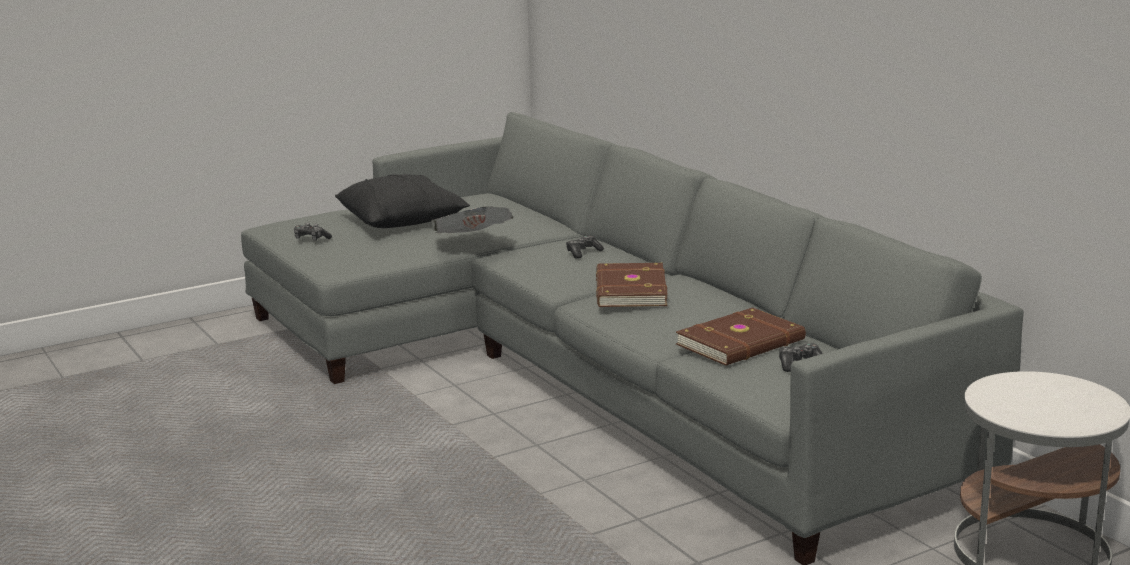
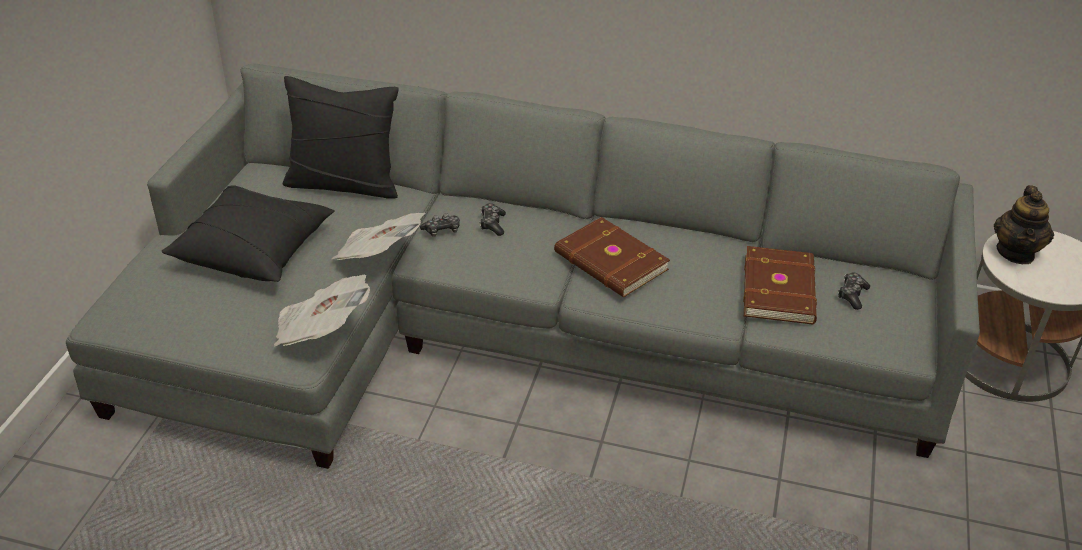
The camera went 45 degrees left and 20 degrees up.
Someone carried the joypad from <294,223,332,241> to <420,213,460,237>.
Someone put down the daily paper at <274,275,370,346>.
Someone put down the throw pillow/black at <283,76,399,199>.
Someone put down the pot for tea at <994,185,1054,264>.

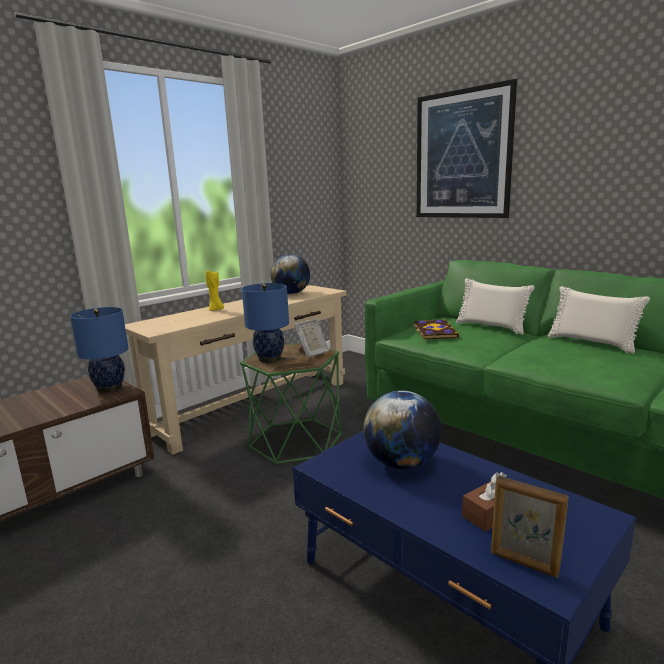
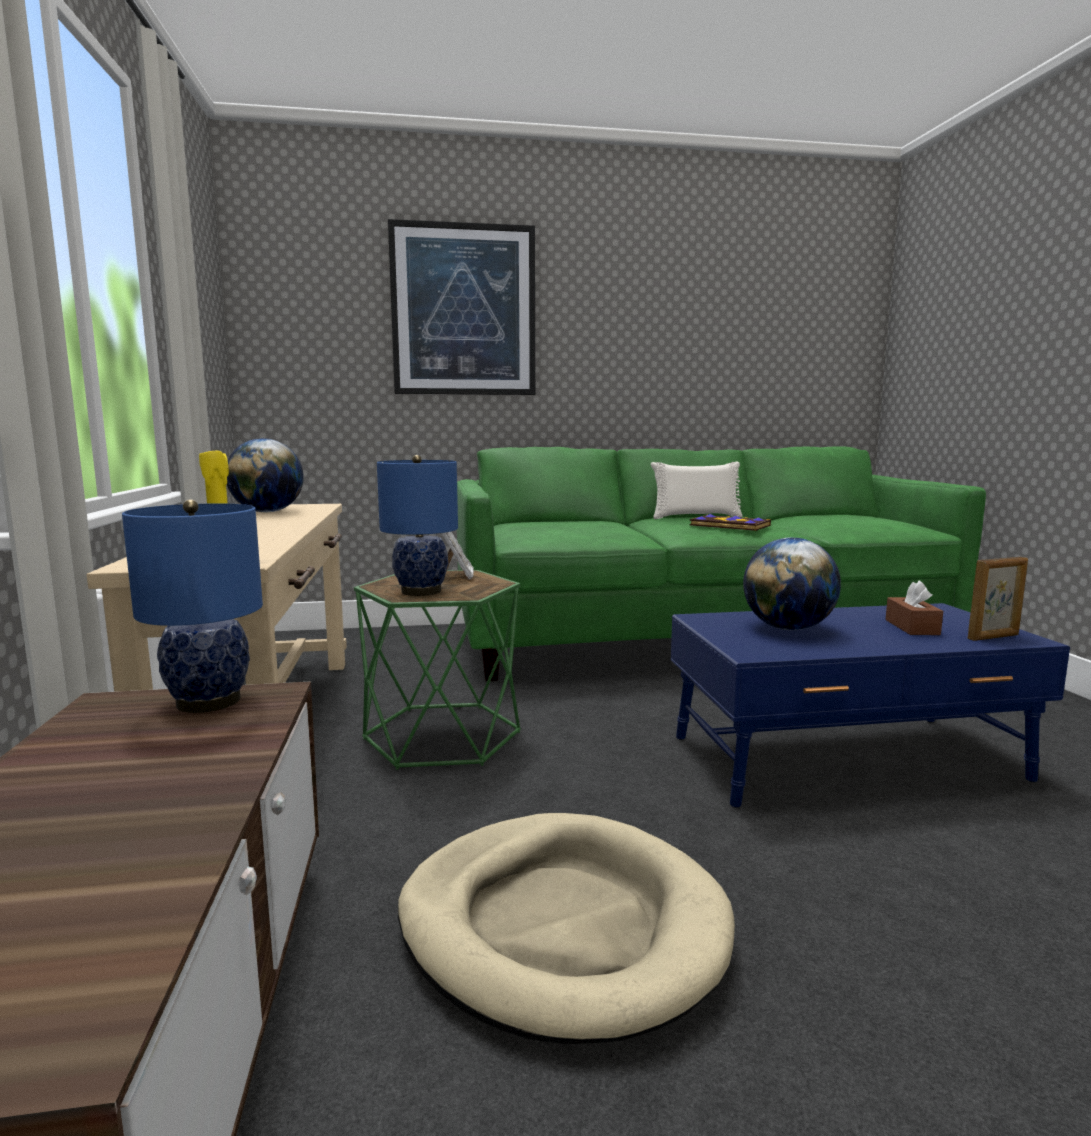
The camera went 55 degrees left and 5 degrees down.
Someone carried the volume from <412,319,459,339> to <690,514,771,531>.
Someone took away the throw pillow/white-coloured at <456,278,535,335>.
Someone put down the dog cushion/beige at <398,813,735,1044>.

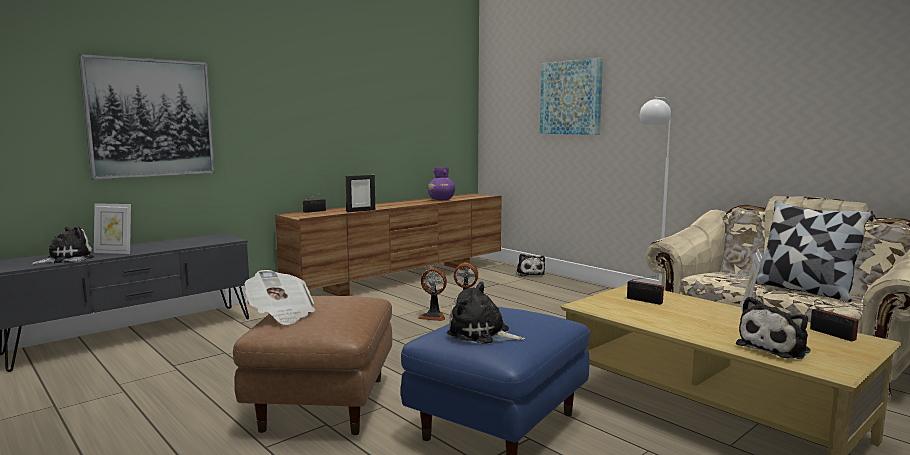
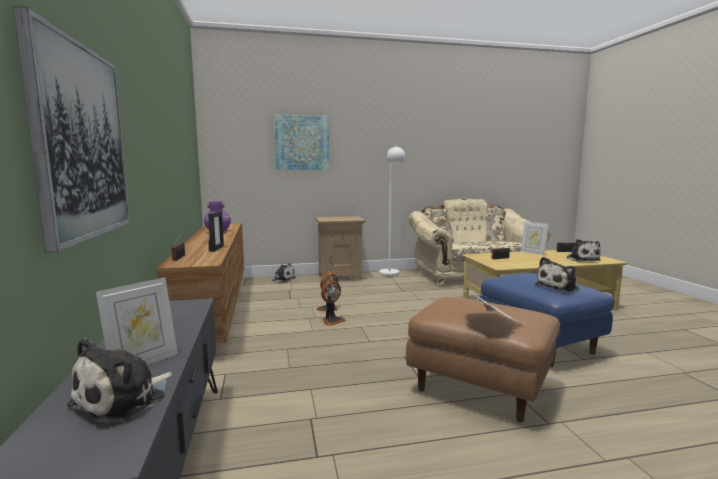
The camera went 60 degrees left and 0 degrees up.
Someone rotated the soft toy at <31,226,94,265> by 135 degrees counterclockwise.
Someone took away the throw pillow at <755,201,873,303>.
Someone put down the night table/beige at <315,216,366,281>.

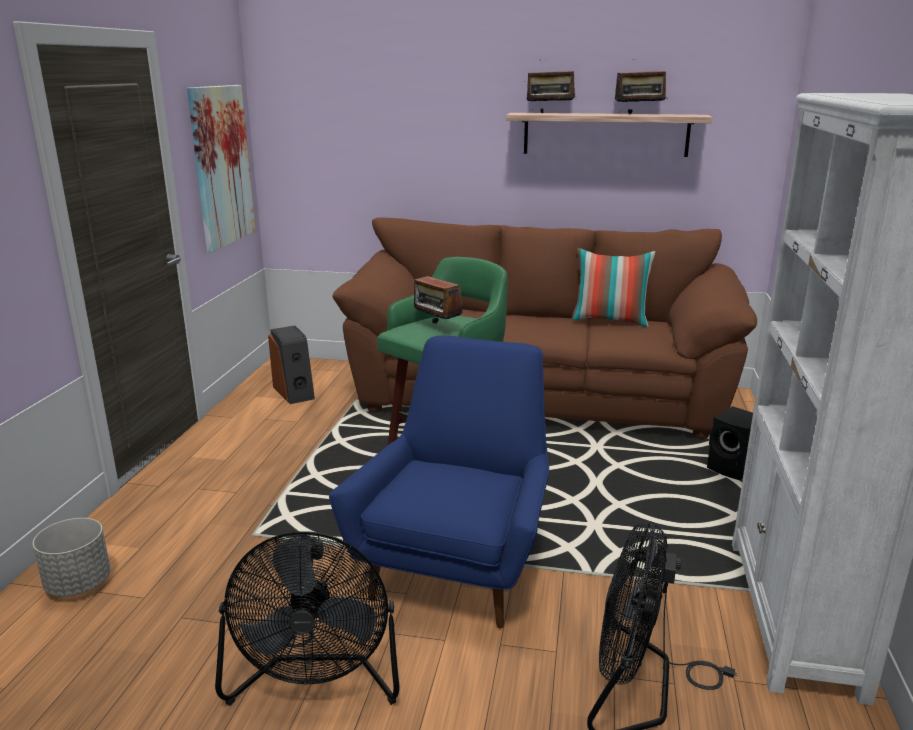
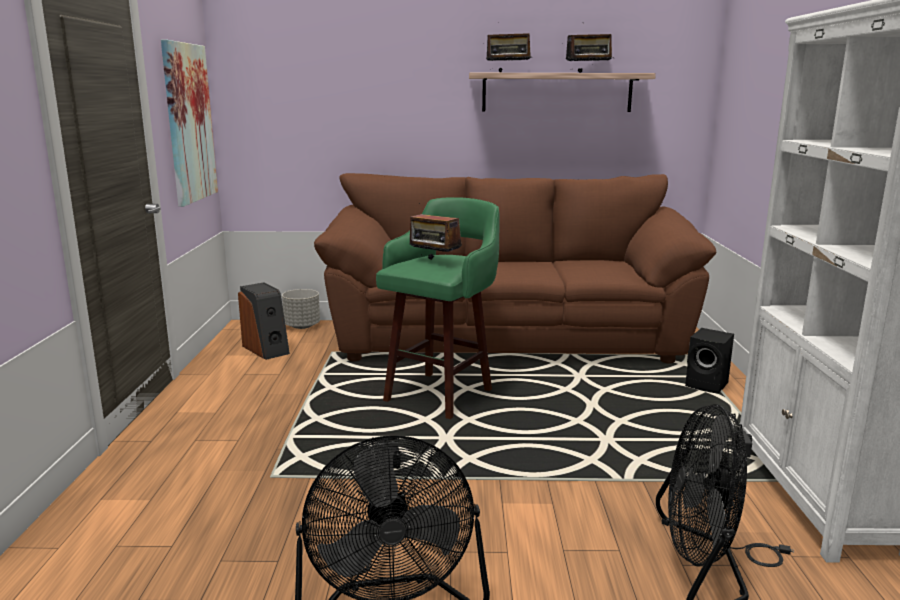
The camera went 10 degrees left and 5 degrees down.
Someone carried the plant pot/grey from <33,518,111,597> to <282,289,320,329>.
Someone took away the armchair/bluish at <329,336,549,628>.
Someone took away the throw pillow at <572,248,655,327>.

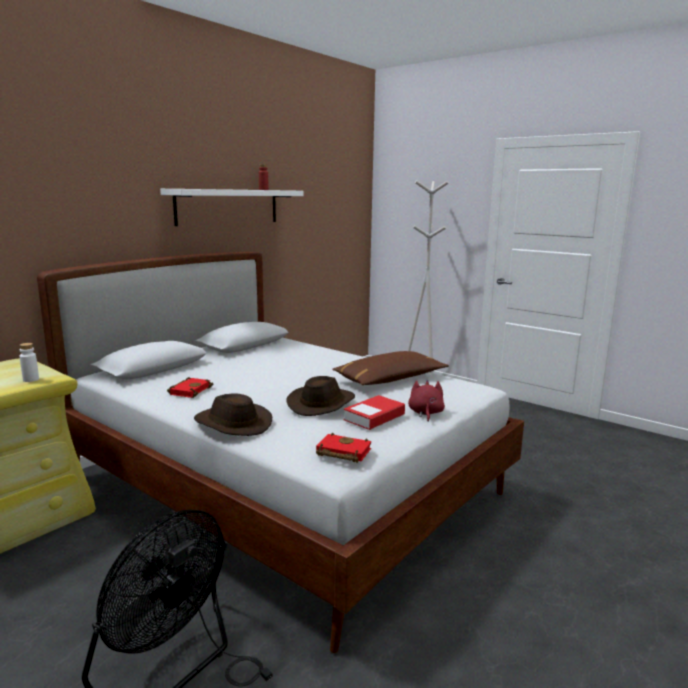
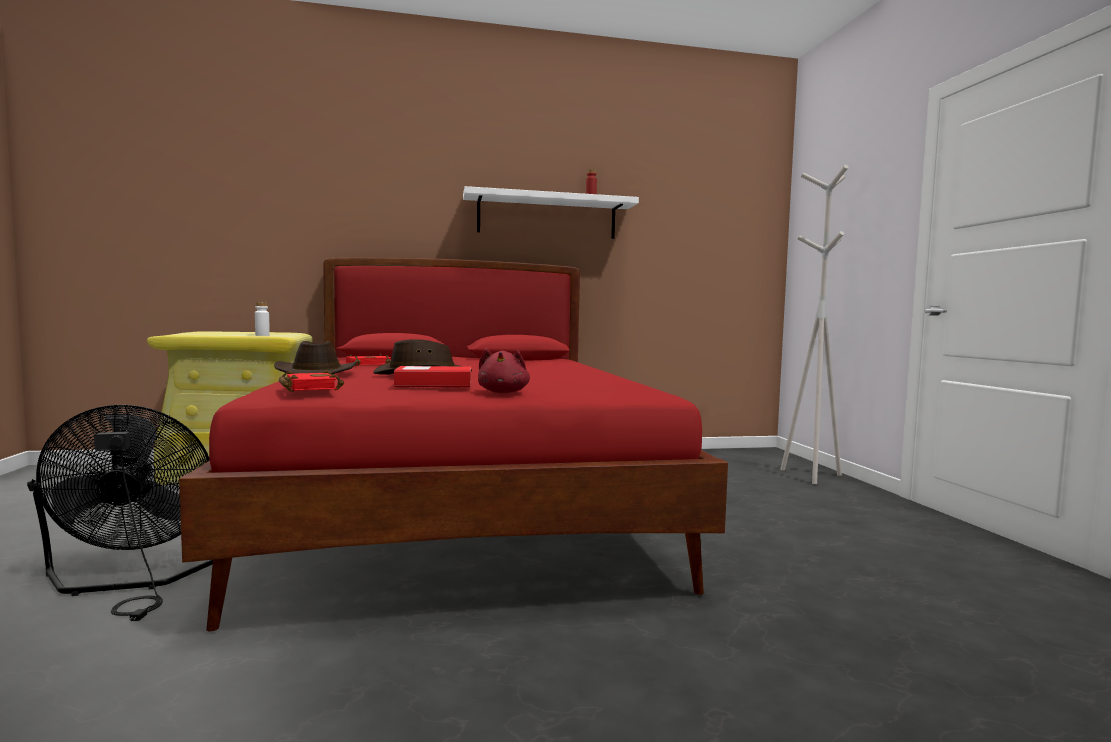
The camera went 40 degrees right and 10 degrees down.
Someone repainted the bedroom bed/white-coloured at <37,252,524,653>, which became the bedroom bed/red at <179,258,728,632>.
Someone took away the throw pillow/brown-coloured at <332,351,449,385>.
Someone rotated the soft toy/red at <408,380,445,422> by 135 degrees clockwise.

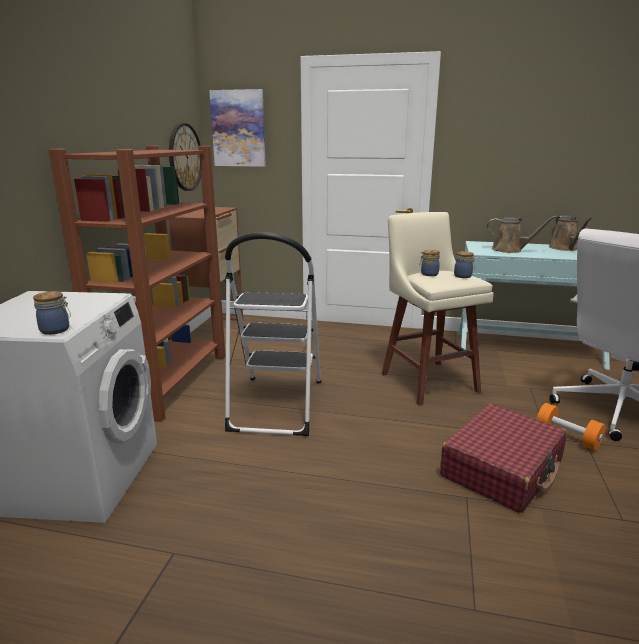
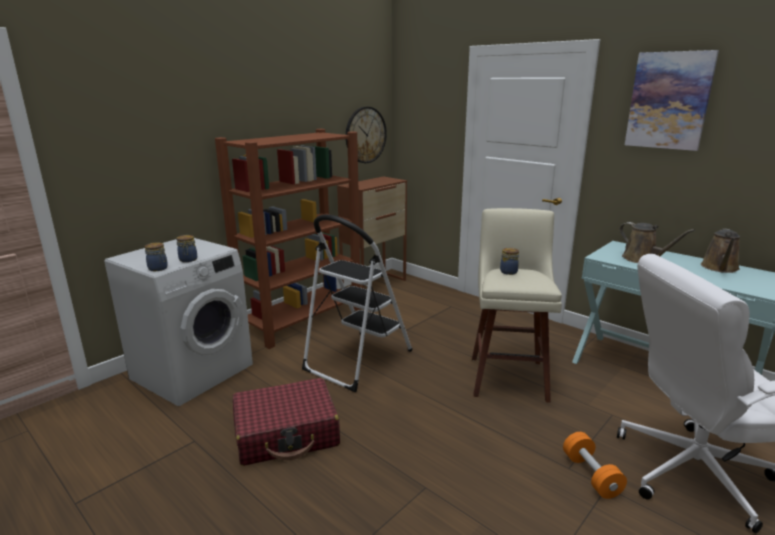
The camera went 30 degrees right and 0 degrees up.
Someone carried the wall picture from <209,89,266,167> to <625,50,719,151>.
Someone carried the travel case/red from <440,404,567,513> to <233,378,340,466>.
Someone carried the preserve jar from <454,251,475,278> to <176,235,197,262>.

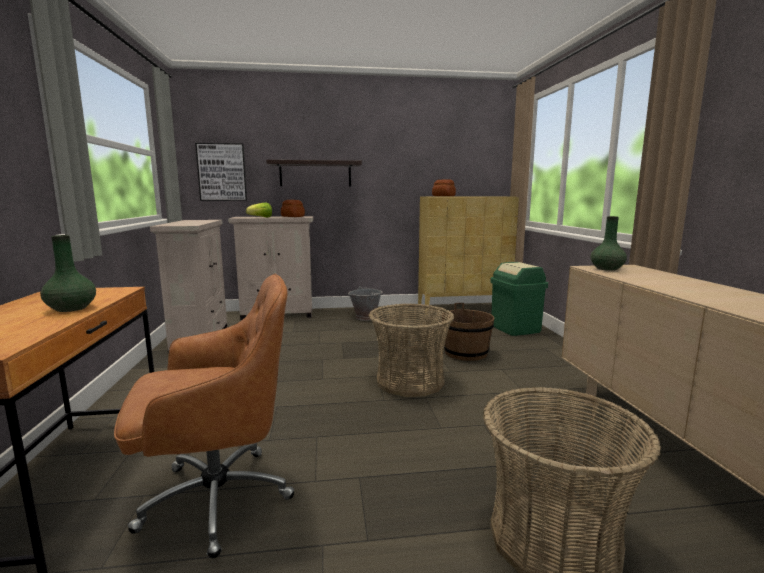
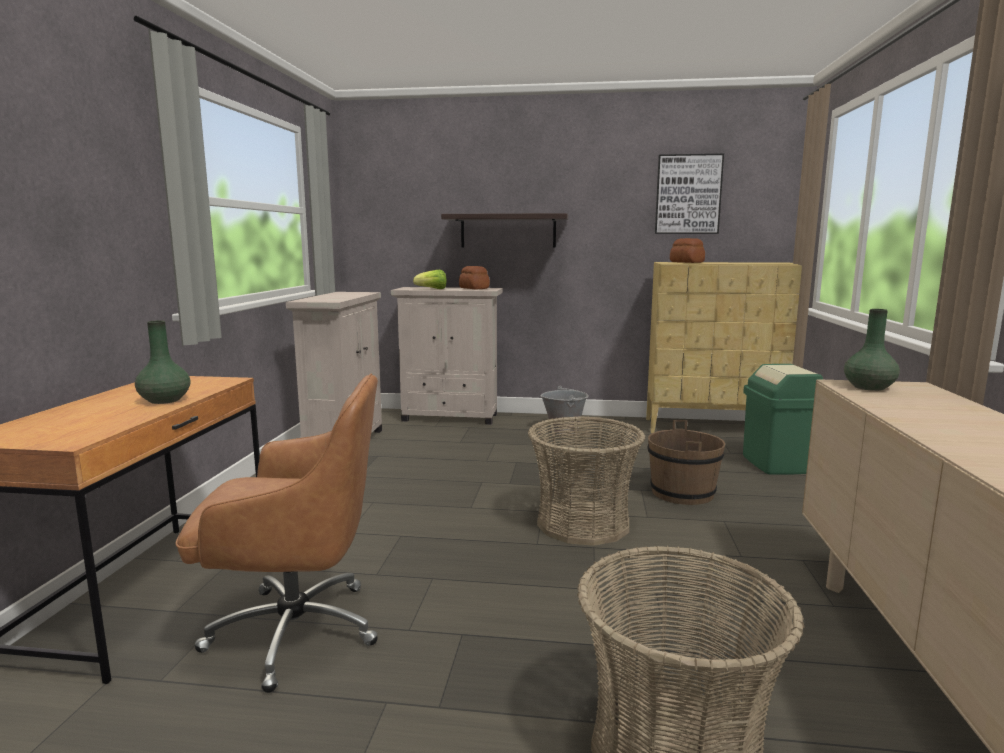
The camera went 15 degrees right and 0 degrees up.
Someone carried the wall picture from <195,143,247,201> to <655,153,724,234>.

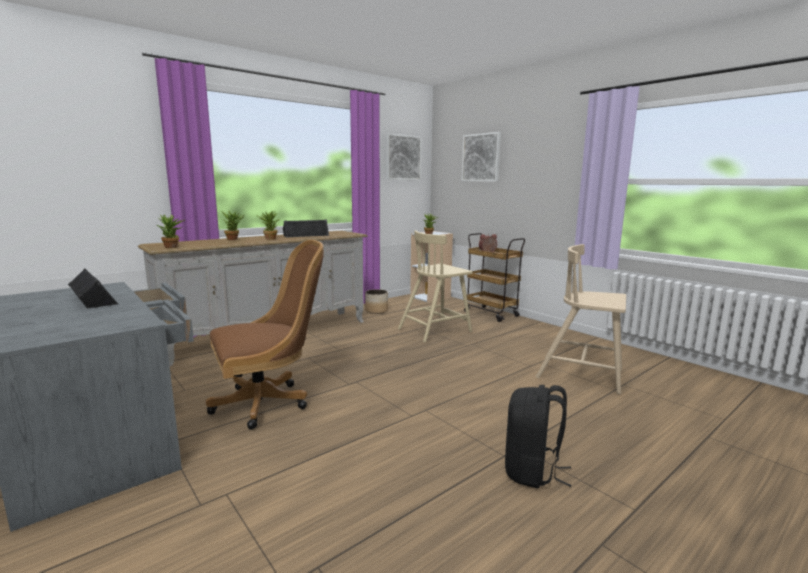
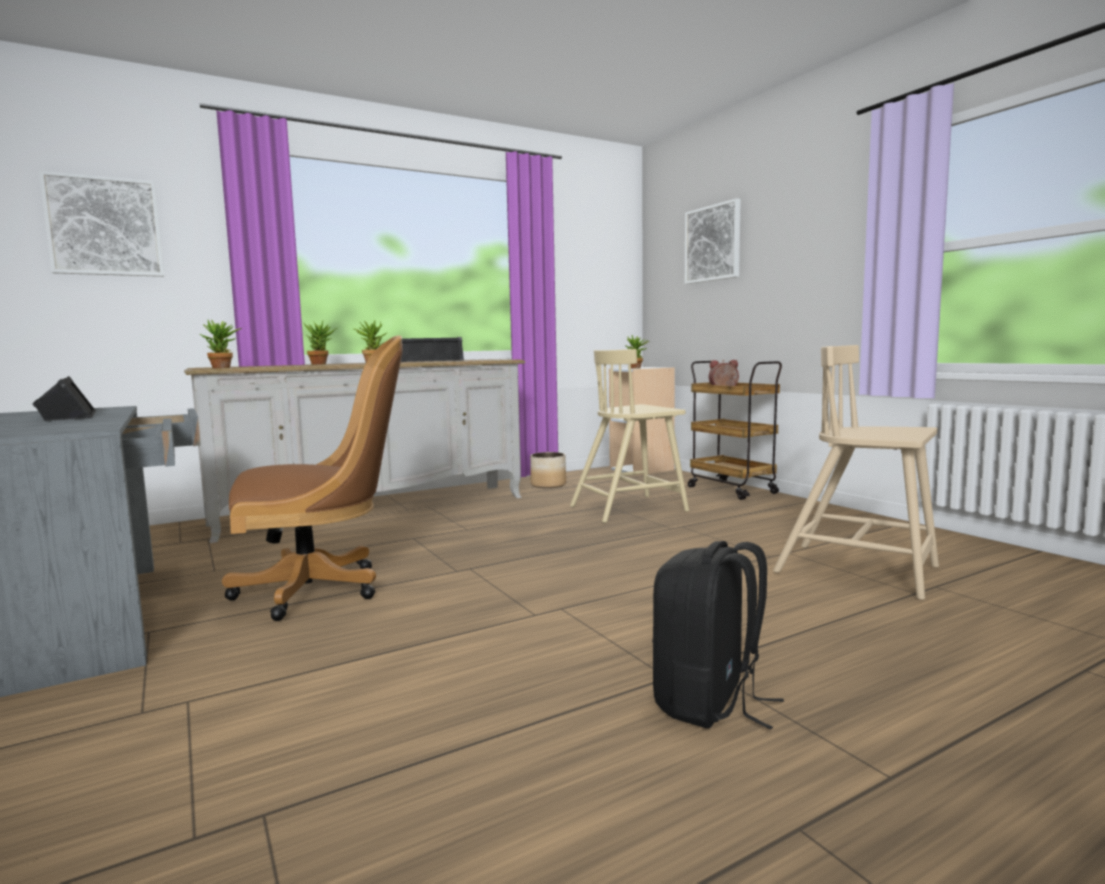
The camera went 10 degrees right and 5 degrees down.
Someone carried the wall picture from <386,134,422,180> to <39,170,164,277>.

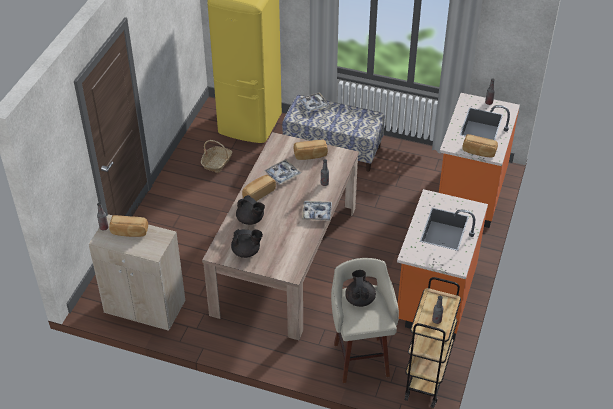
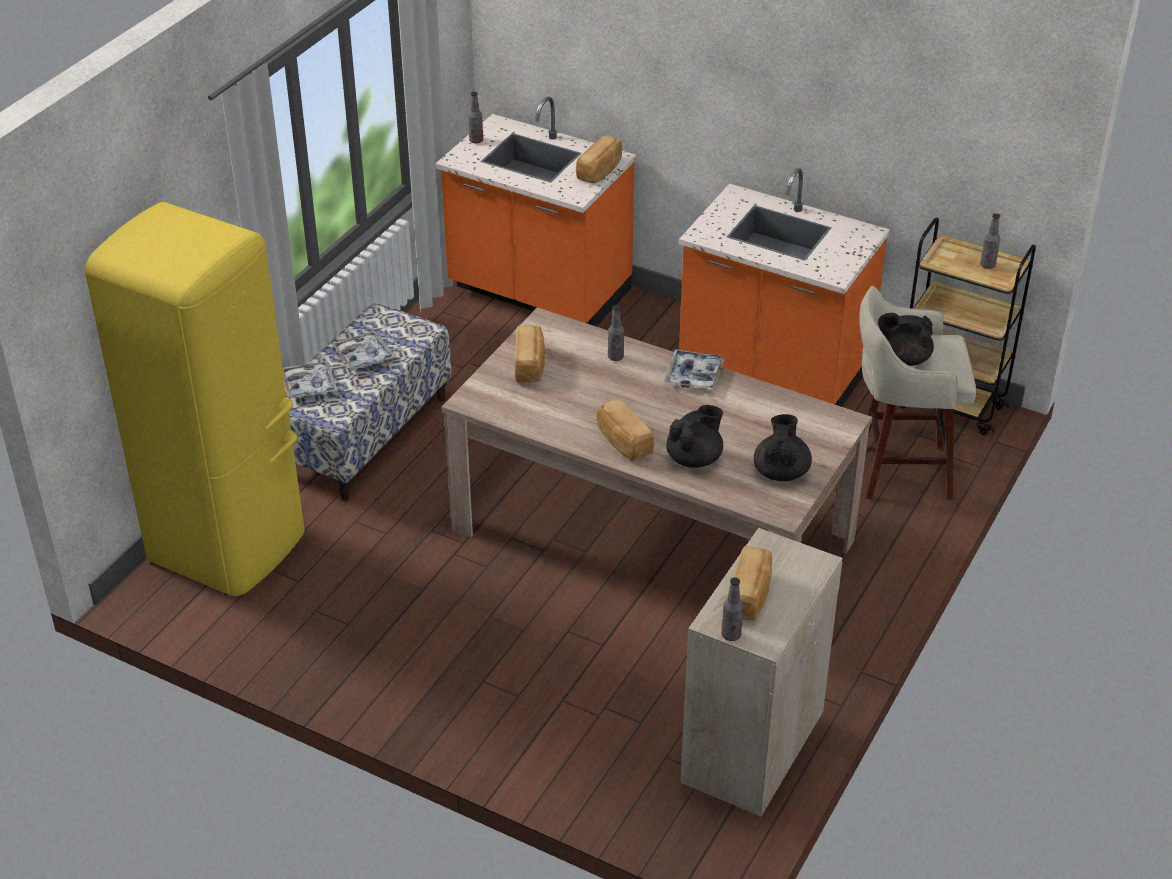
The camera went 80 degrees left and 5 degrees down.
Someone took away the storage basket at <201,140,232,173>.
Someone carried the serving tray from <264,159,301,184> to <332,331,396,371>.

